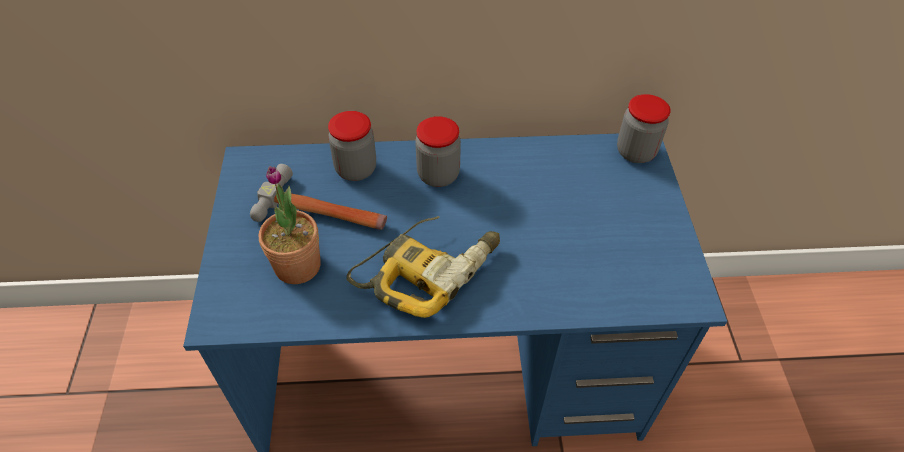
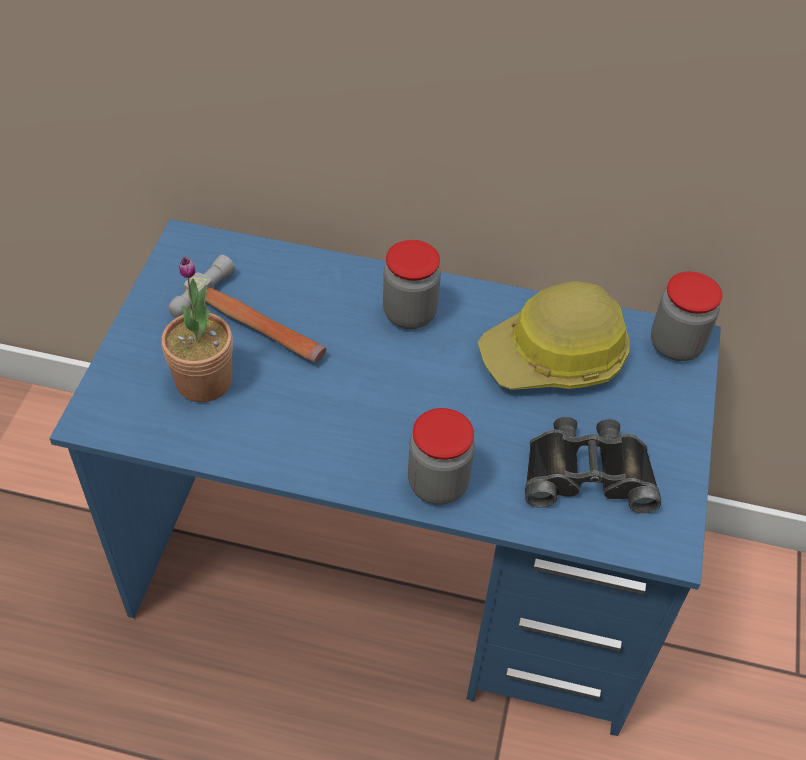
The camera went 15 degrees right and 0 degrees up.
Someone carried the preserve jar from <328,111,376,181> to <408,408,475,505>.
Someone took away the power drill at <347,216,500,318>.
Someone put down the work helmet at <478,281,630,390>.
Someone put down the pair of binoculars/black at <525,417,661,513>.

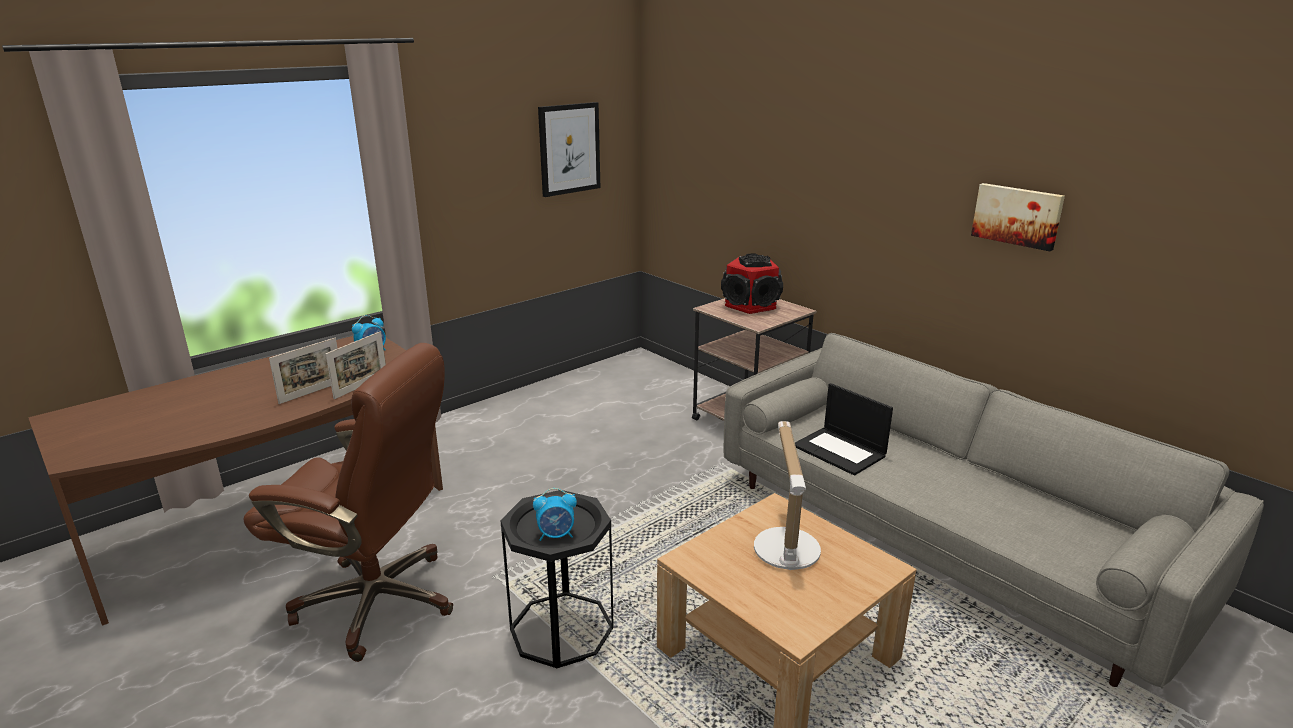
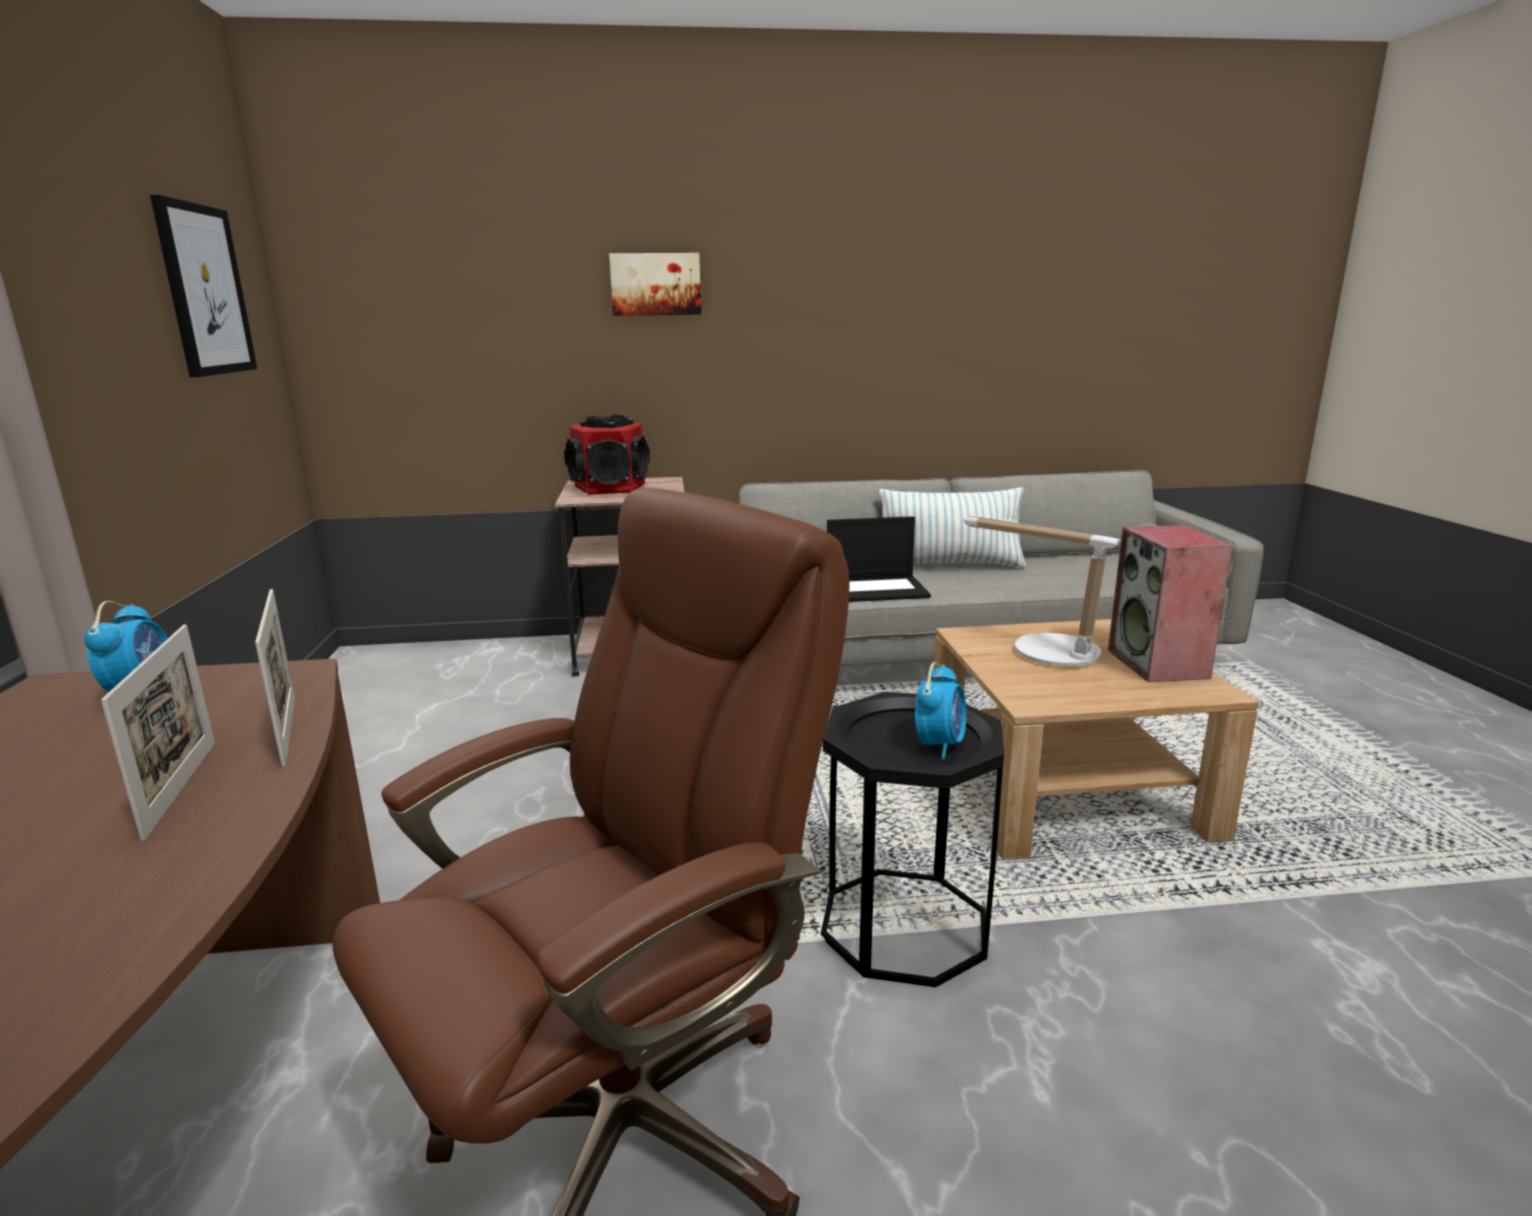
The camera went 55 degrees left and 5 degrees down.
Someone carried the wall picture from <971,183,1065,251> to <609,253,701,316>.
Someone put down the throw pillow at <879,487,1026,568>.
Someone put down the audio speaker at <1108,525,1233,682>.

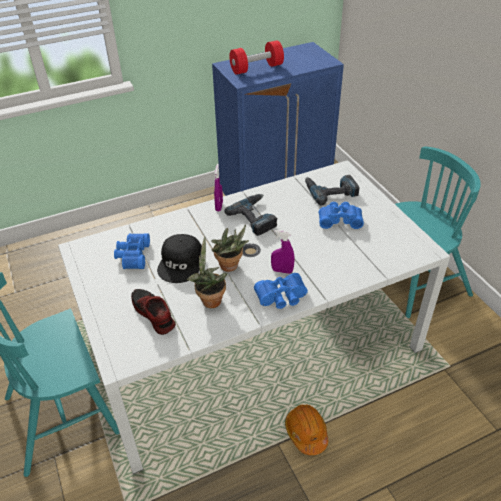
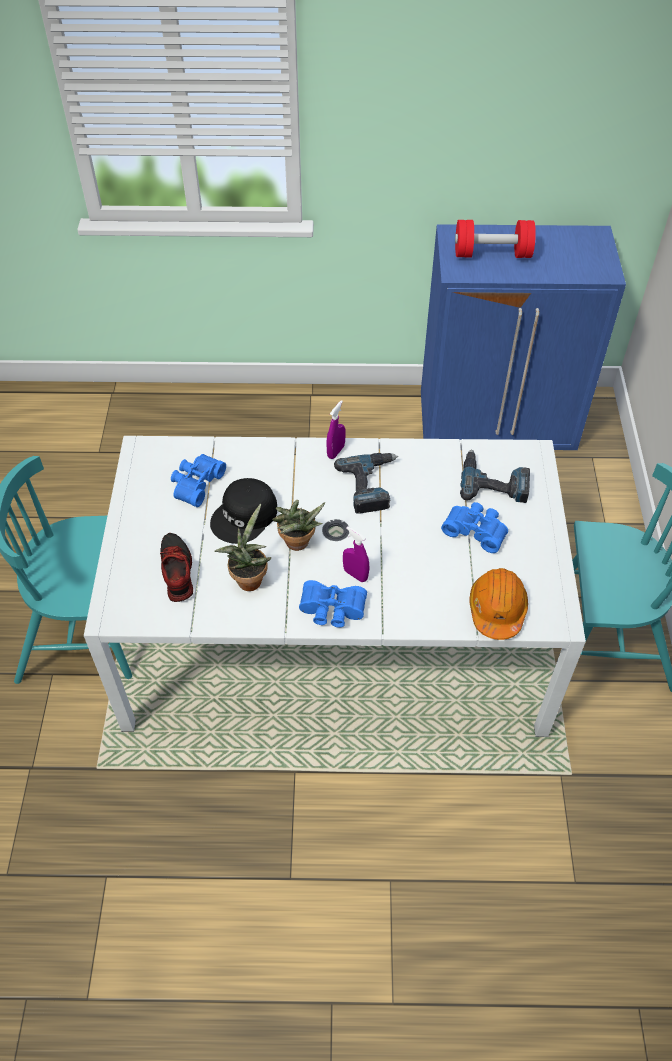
The camera went 25 degrees right and 10 degrees up.
Someone carried the work helmet/orange-coloured from <285,404,328,455> to <469,568,528,640>.

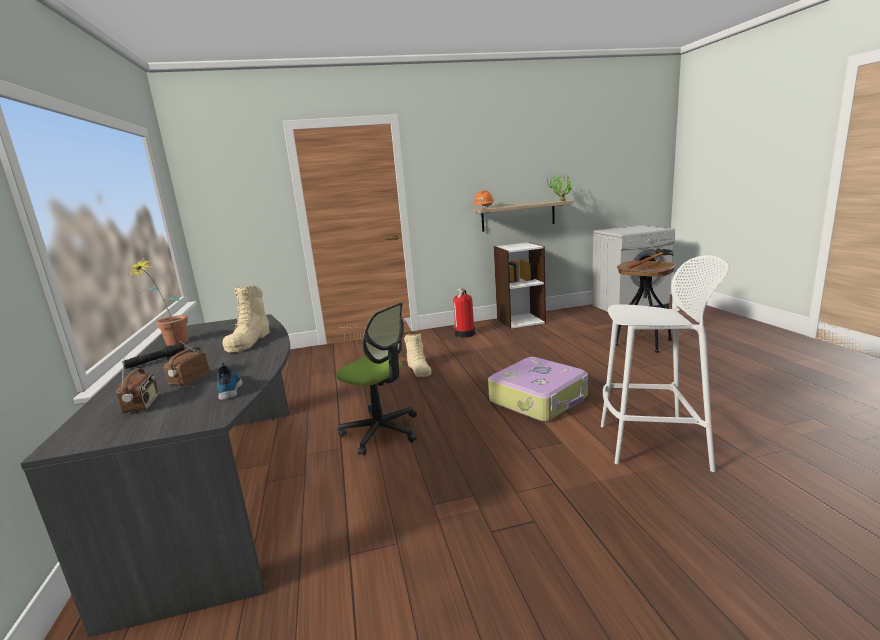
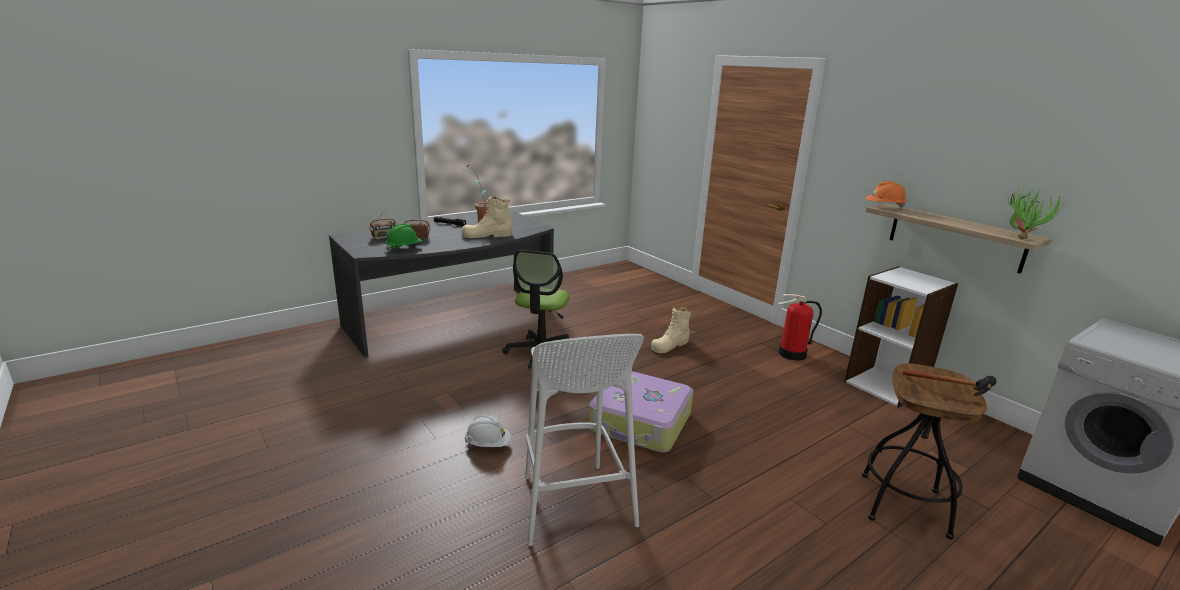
The camera went 65 degrees right and 5 degrees up.
Someone swapped the shoe at <217,362,243,400> for the work helmet/green at <385,224,422,252>.
Someone put down the work helmet/white-coloured at <464,416,511,447>.

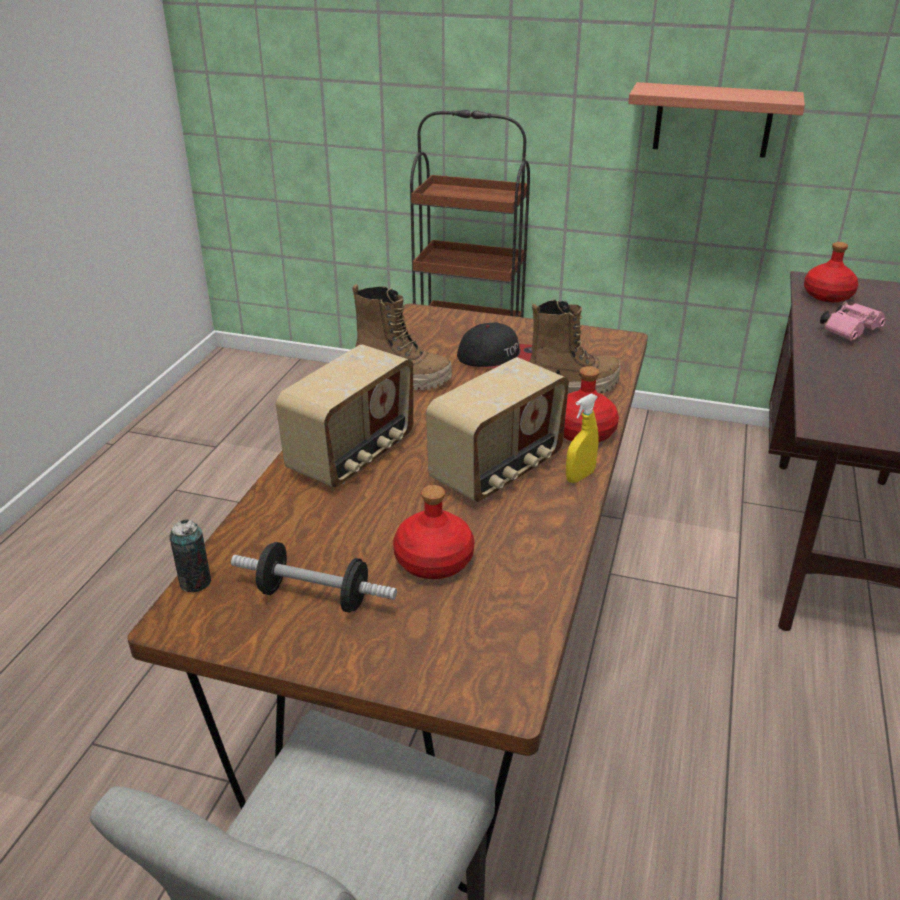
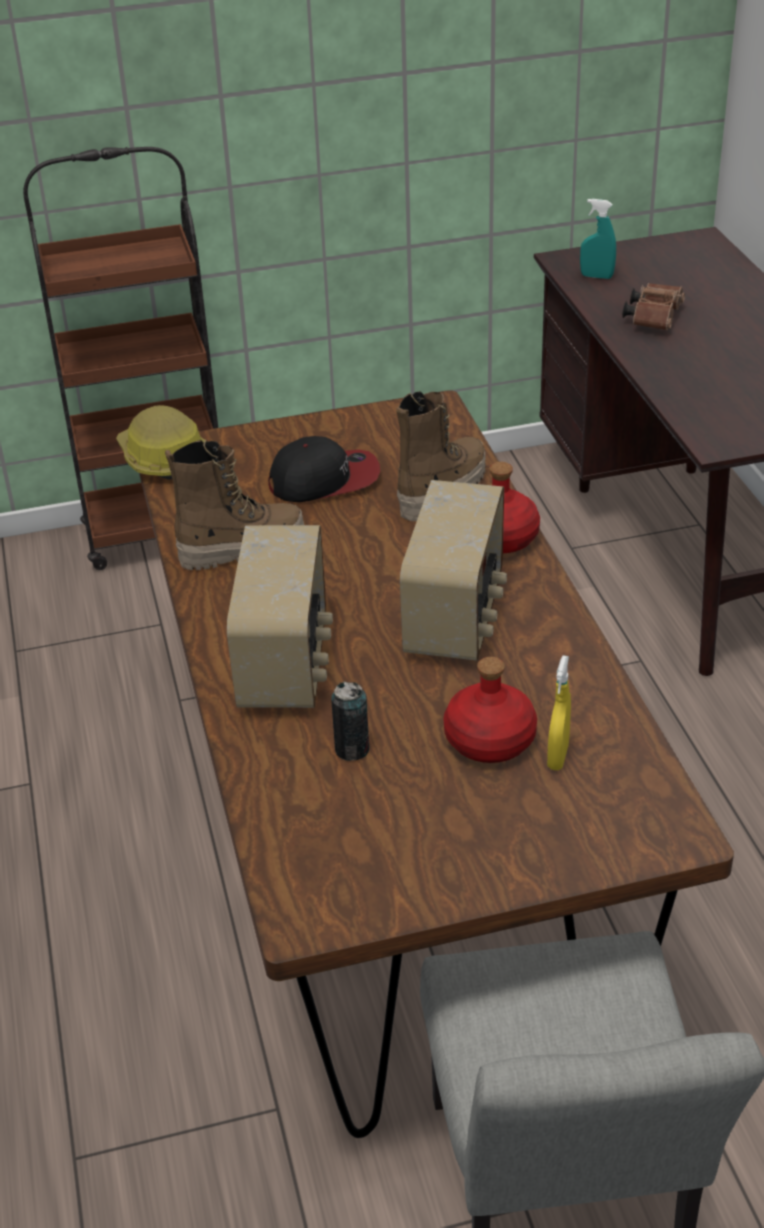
The camera went 30 degrees left and 5 degrees up.
Someone carried the sealed can from <170,519,212,592> to <331,681,370,761>.
Someone took away the free weight at <231,542,397,613>.
Someone carried the hand sprayer/yellow-coloured from <566,393,599,483> to <547,655,571,770>.
Someone took away the bracket shelf at <628,82,805,158>.
Someone swapped the beverage bottle/red at <804,242,858,302> for the hand sprayer/turquoise-coloured at <580,199,616,279>.
Someone repainted the pair of binoculars/pinkish at <820,301,886,341>, which became the pair of binoculars/brown-coloured at <622,283,685,330>.
Someone put down the work helmet at <116,405,205,480>.

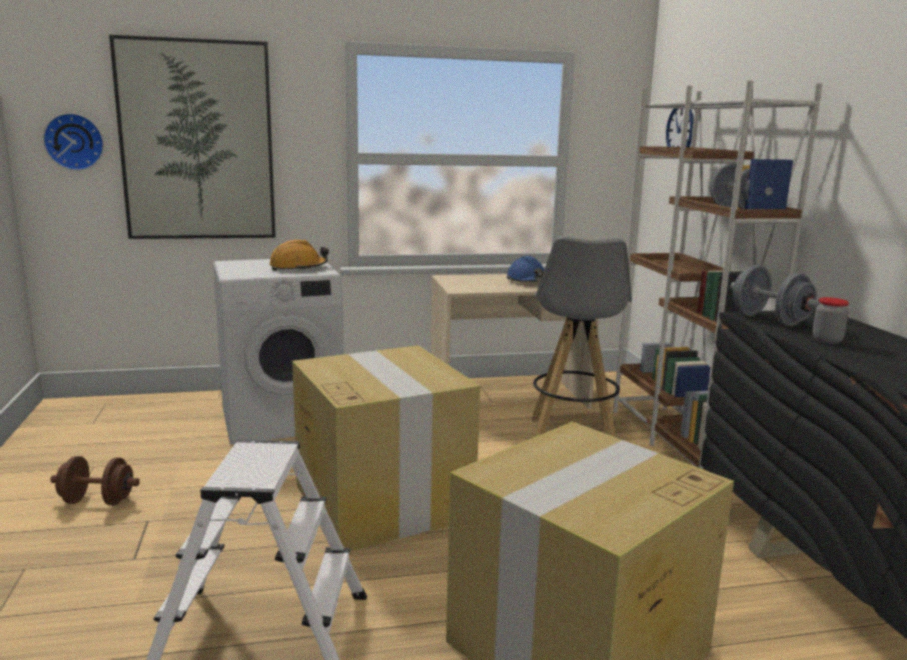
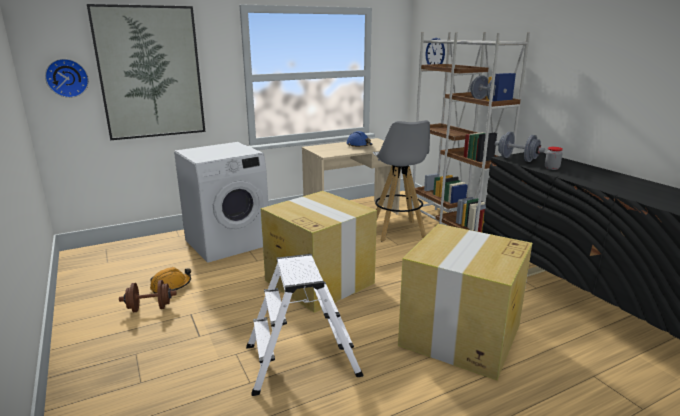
The camera went 15 degrees left and 5 degrees up.
Someone carried the work helmet/orange-coloured from <269,240,329,271> to <150,267,191,293>.

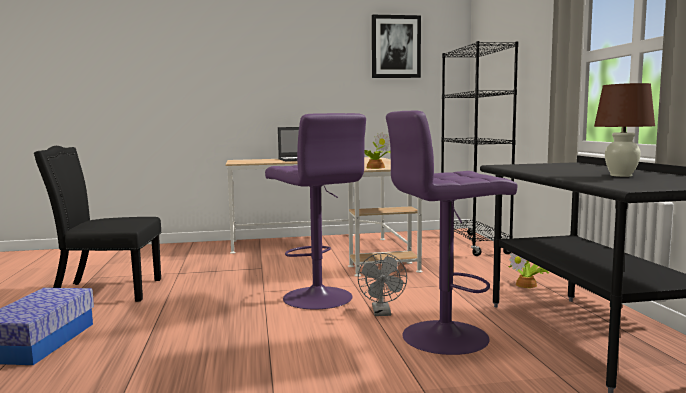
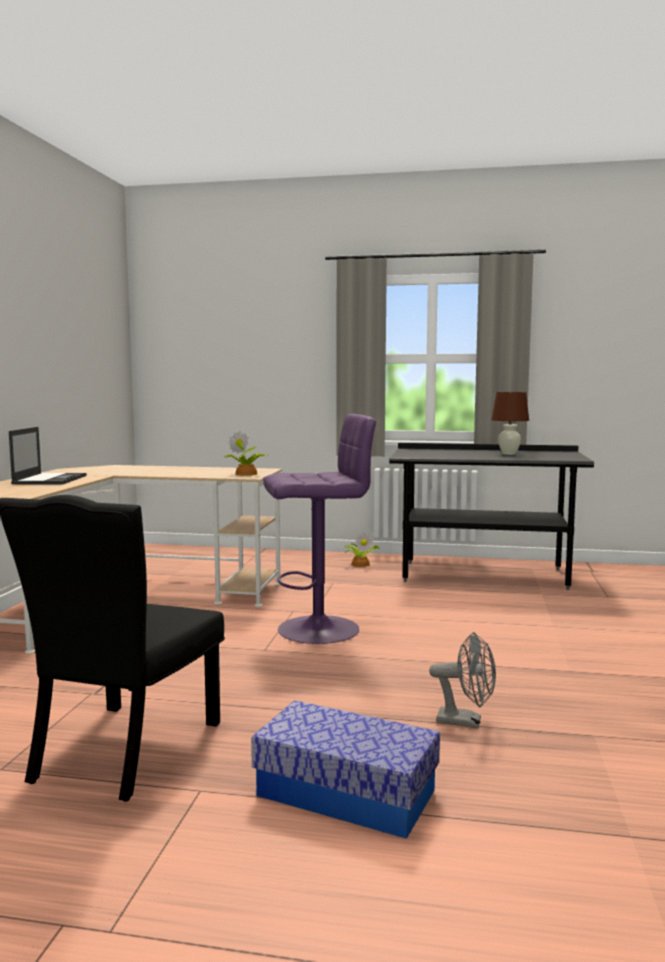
The camera went 70 degrees left and 0 degrees up.
Someone carried the cooling fan/grey from <358,253,407,316> to <429,632,496,729>.
Someone took away the wall picture at <372,15,421,78>.
Someone took away the stool seat/purple-coloured at <386,110,518,355>.
Someone took away the bookshelf/black at <441,41,518,256>.

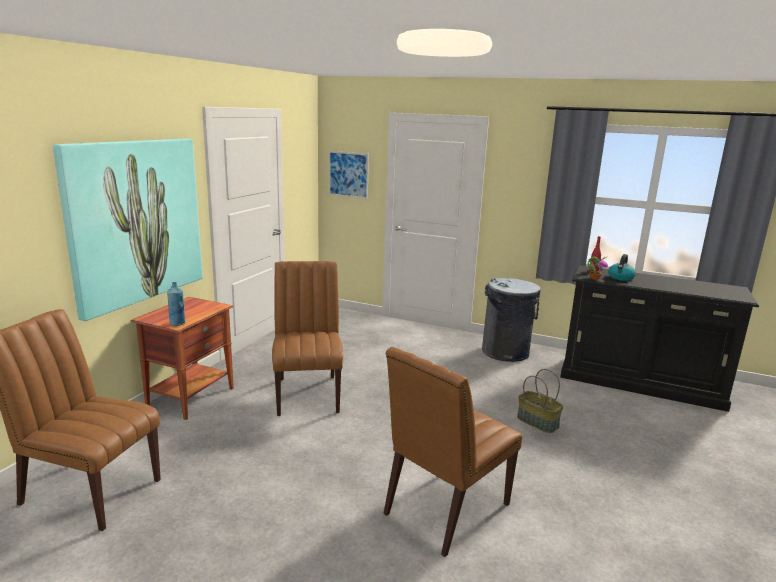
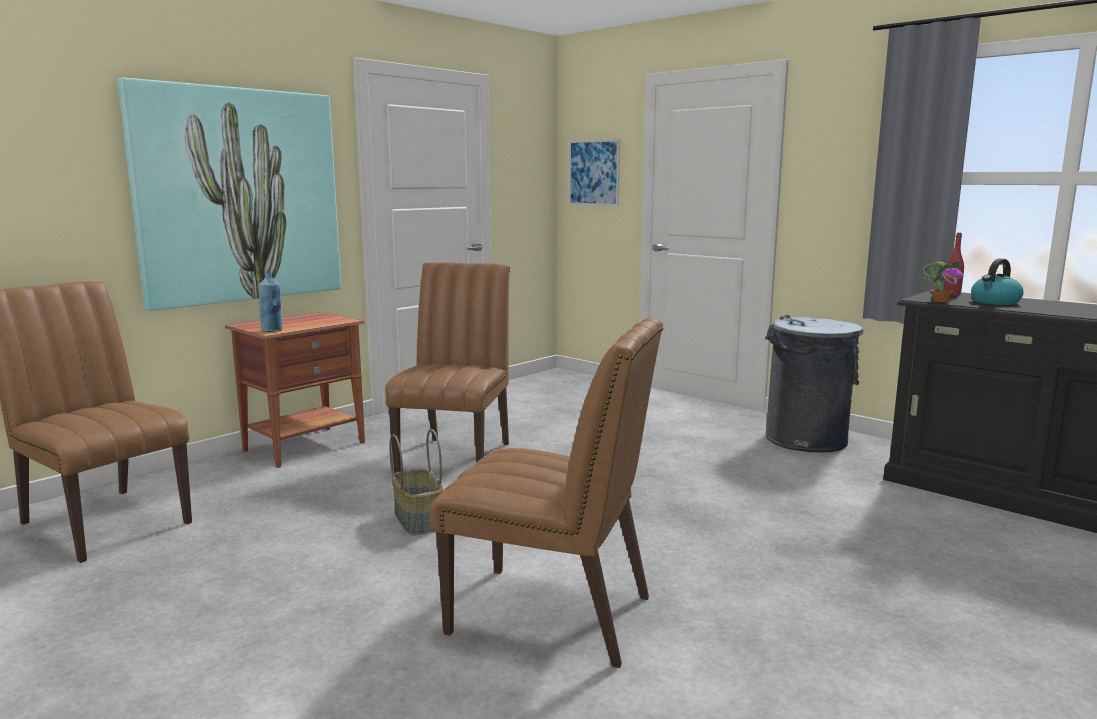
The camera went 20 degrees right and 5 degrees down.
Someone rotated the plain chair/brown-coloured at <383,347,522,557> by 135 degrees counterclockwise.
Someone carried the storage basket from <517,369,563,433> to <389,429,443,535>.

